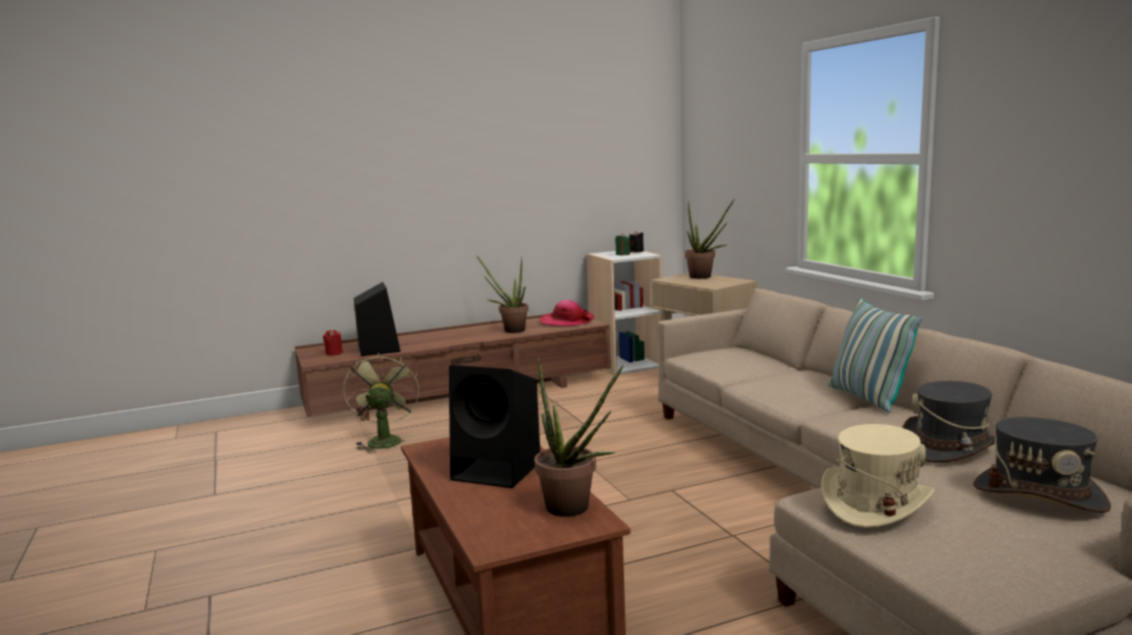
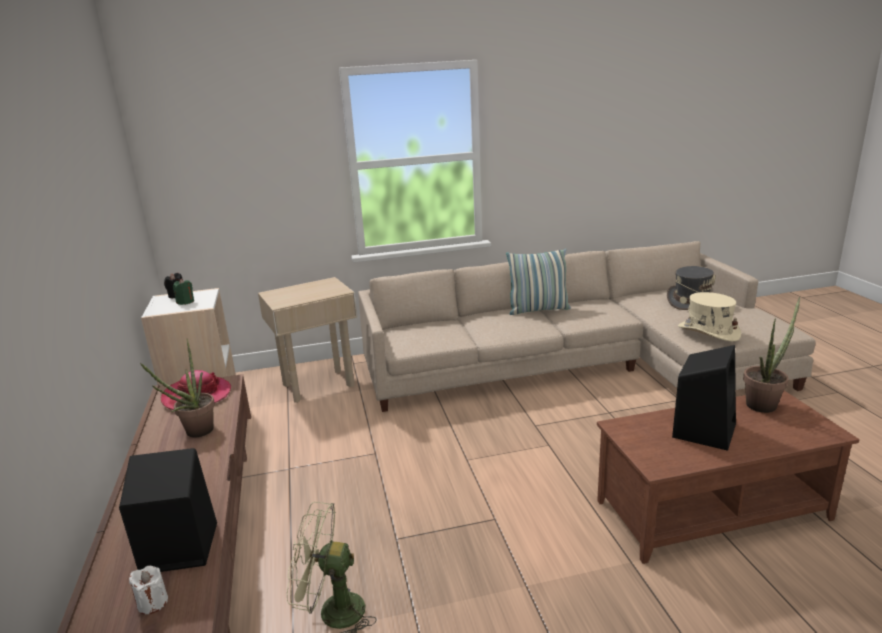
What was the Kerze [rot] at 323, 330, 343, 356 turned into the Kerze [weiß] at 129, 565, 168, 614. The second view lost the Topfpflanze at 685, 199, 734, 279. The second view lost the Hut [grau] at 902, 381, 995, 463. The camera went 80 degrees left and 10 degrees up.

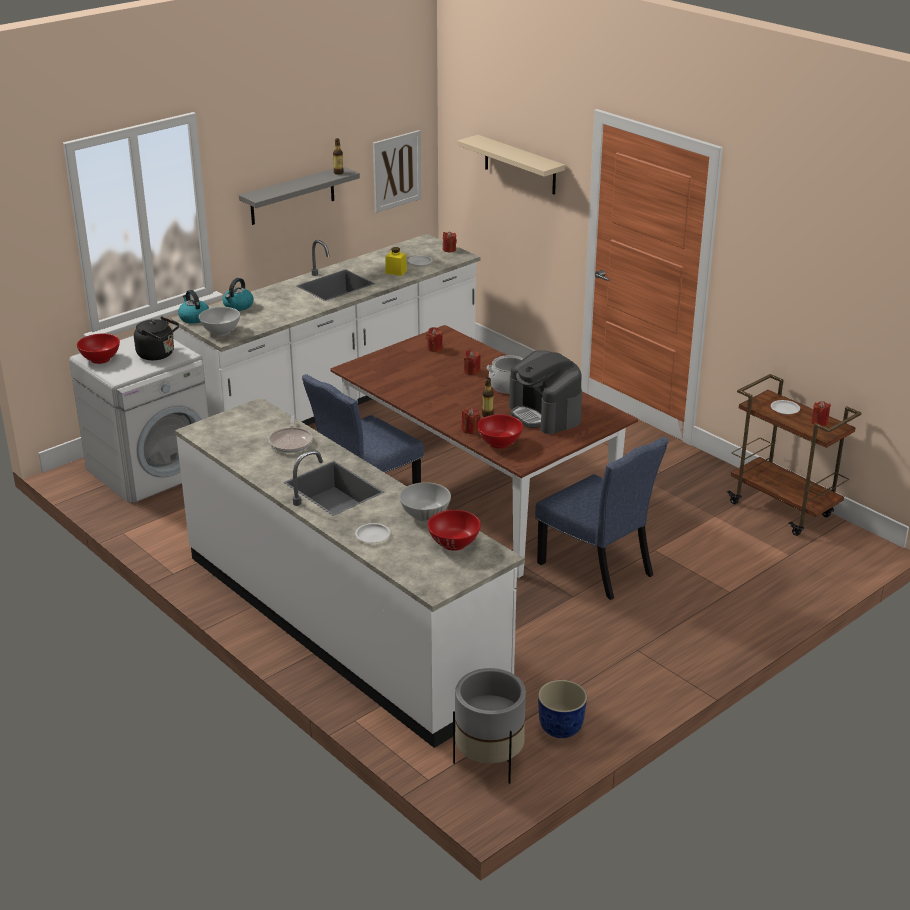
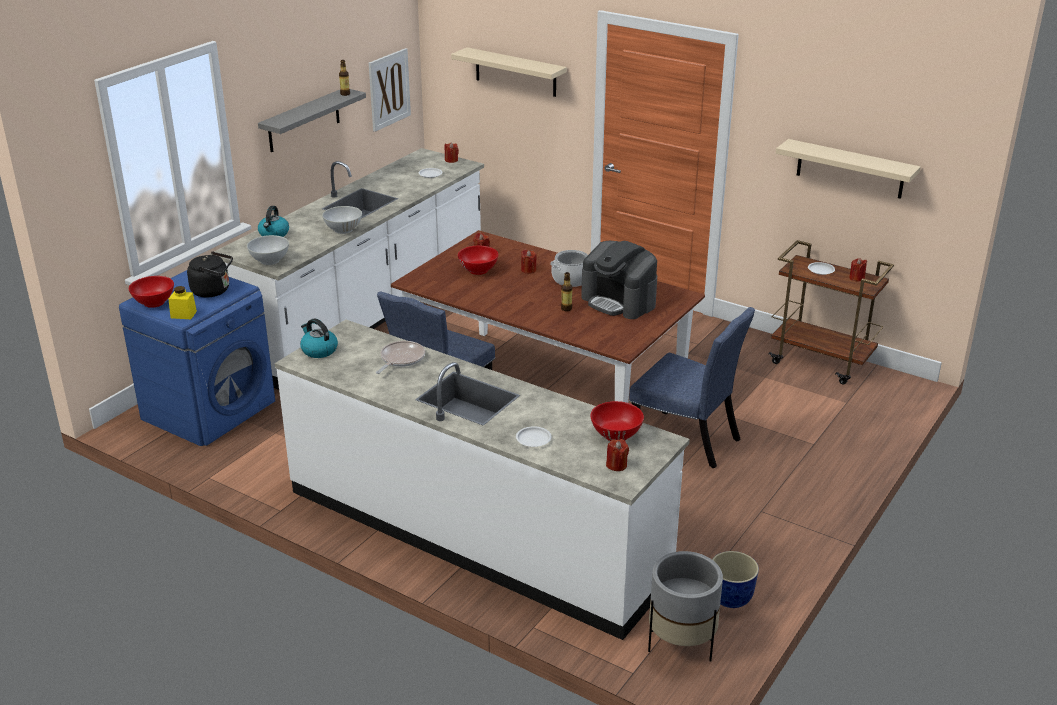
What was the Waschmaschine [weiß] at 69, 336, 209, 503 turned into the Waschmaschine [blau] at 119, 270, 275, 446. The Vorratsglas [gelb] ended up elsewhere, having gone from 385, 247, 407, 276 to 168, 286, 197, 319. The Wasserkessel ended up elsewhere, having gone from 178, 290, 209, 324 to 300, 318, 338, 358. The Schüssel [weiß] ended up elsewhere, having gone from 399, 482, 451, 522 to 322, 206, 362, 234. The Pfanne at 268, 415, 313, 453 ended up facing another way, 135 degrees counterclockwise from before. The Schüssel [rot] ended up elsewhere, having gone from 477, 414, 523, 449 to 458, 246, 499, 275. The Kerze [rot] ended up elsewhere, having gone from 462, 408, 480, 434 to 606, 439, 629, 471. The second view gained the Wandregal [beige] at 776, 139, 921, 199. The camera went 15 degrees left and 0 degrees up.

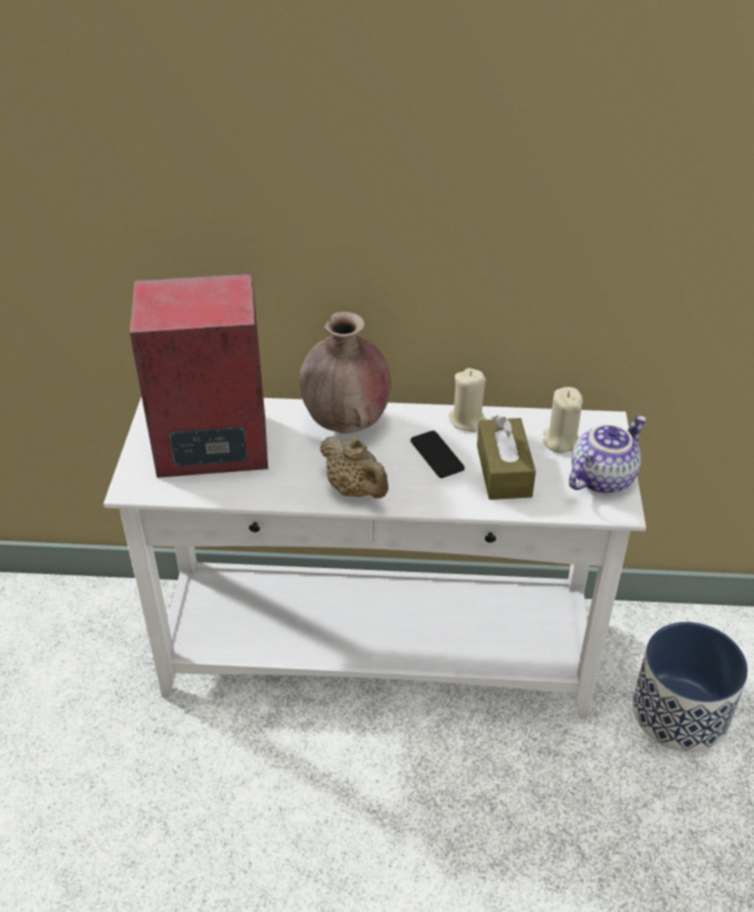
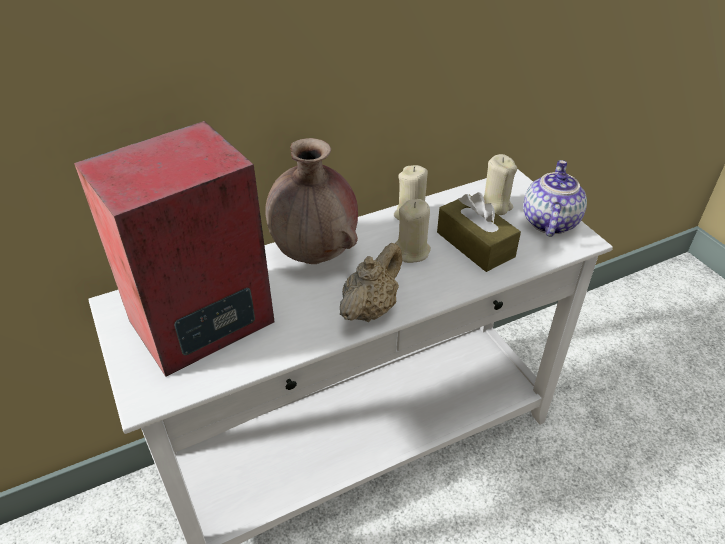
The Teekanne [beige] at 320, 436, 388, 498 ended up facing another way, 75 degrees counterclockwise from before. Where the Handy stood at 411, 431, 465, 478, the Kerze [beige] came to stand at 395, 199, 431, 263. The second view lost the Pflanzkübel at 632, 622, 748, 752. The camera went 30 degrees left and 0 degrees up.

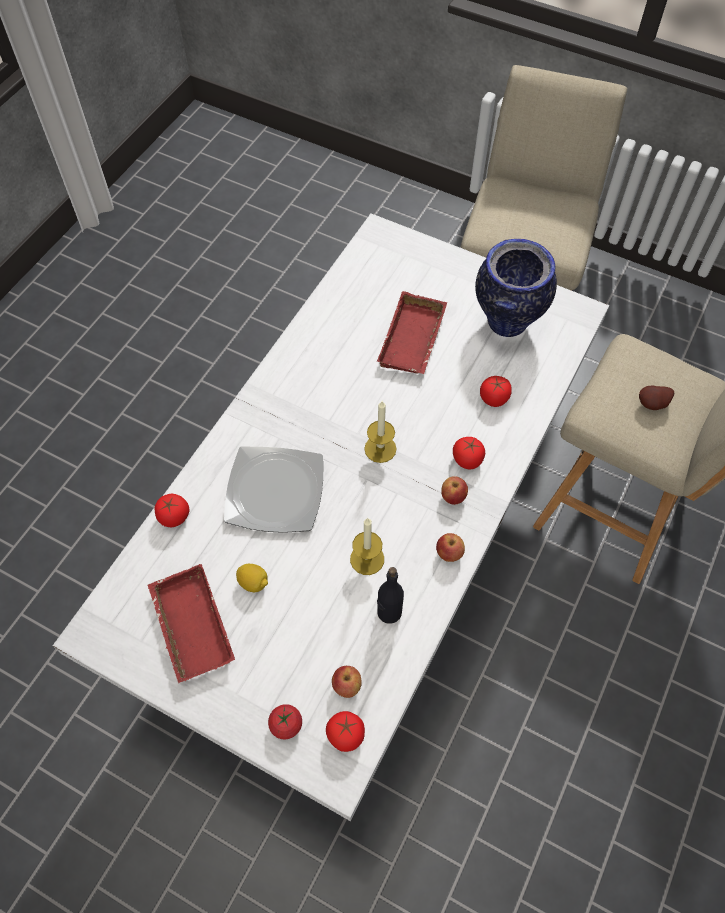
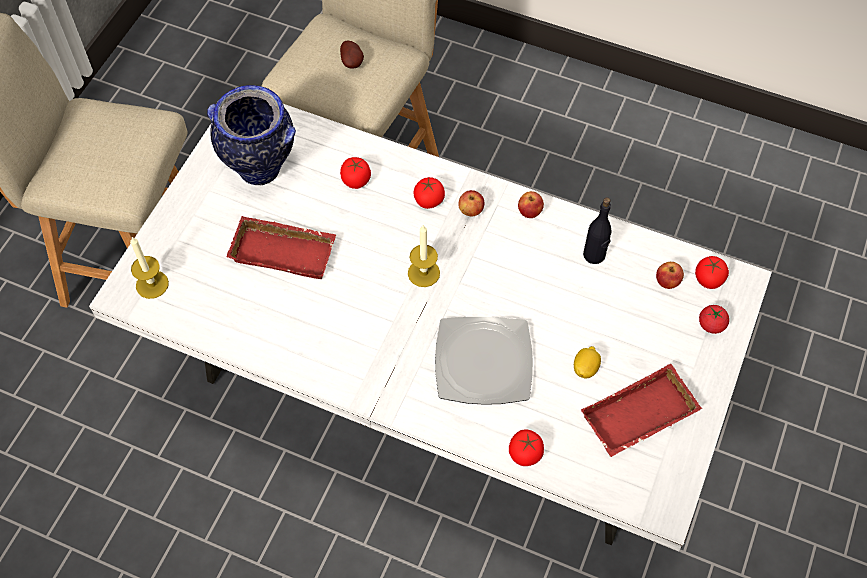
The Kerze ended up elsewhere, having gone from 350, 518, 384, 575 to 130, 237, 169, 299. The camera went 95 degrees left and 0 degrees up.

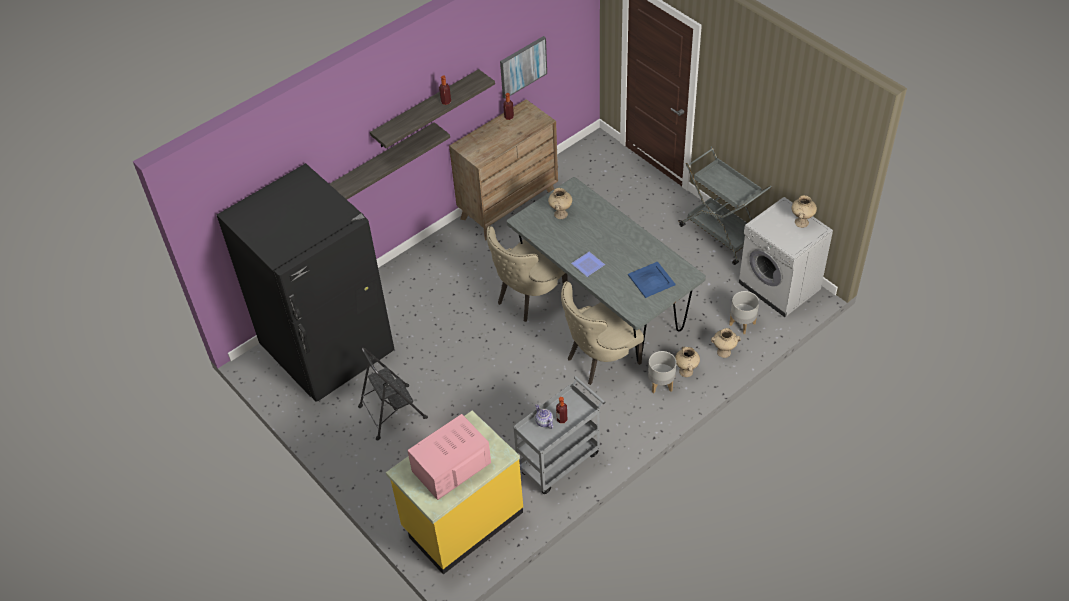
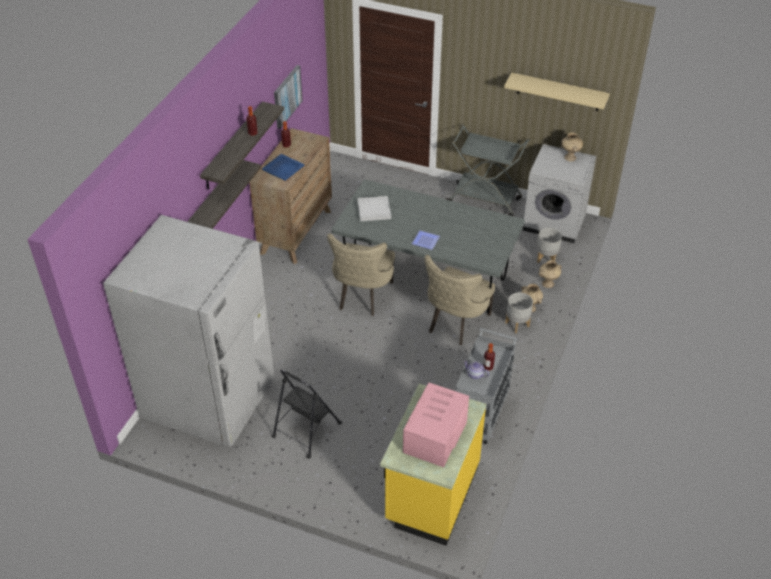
What was the Kühlschrank [schwarz] at 217, 163, 394, 402 turned into the Kühlschrank [weiß] at 103, 215, 274, 447. The Tablett [blau] ended up elsewhere, having gone from 628, 262, 675, 298 to 262, 154, 304, 181. Where the Vase [beige] stood at 548, 188, 572, 219, the Tablett [weiß] came to stand at 357, 196, 391, 221. The second view gained the Wandregal [beige] at 504, 73, 610, 111. The camera went 30 degrees left and 5 degrees down.

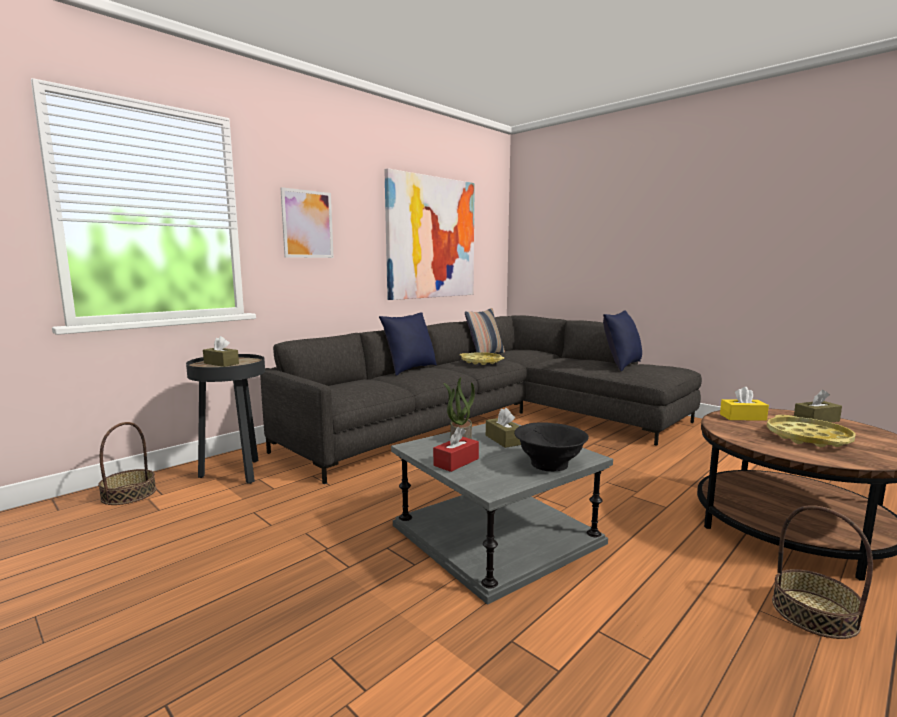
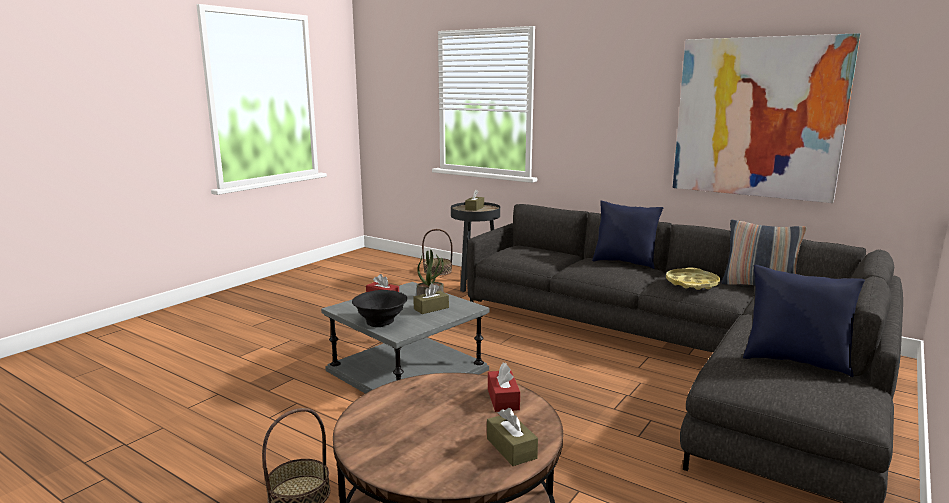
What was the Taschentuchbox [gelb] at 720, 387, 769, 421 turned into the Taschentuchbox [rot] at 488, 363, 520, 412. The second view lost the Bild at 280, 187, 334, 258. The second view lost the Tablett [gelb] at 767, 415, 856, 447. The camera went 80 degrees right and 5 degrees up.

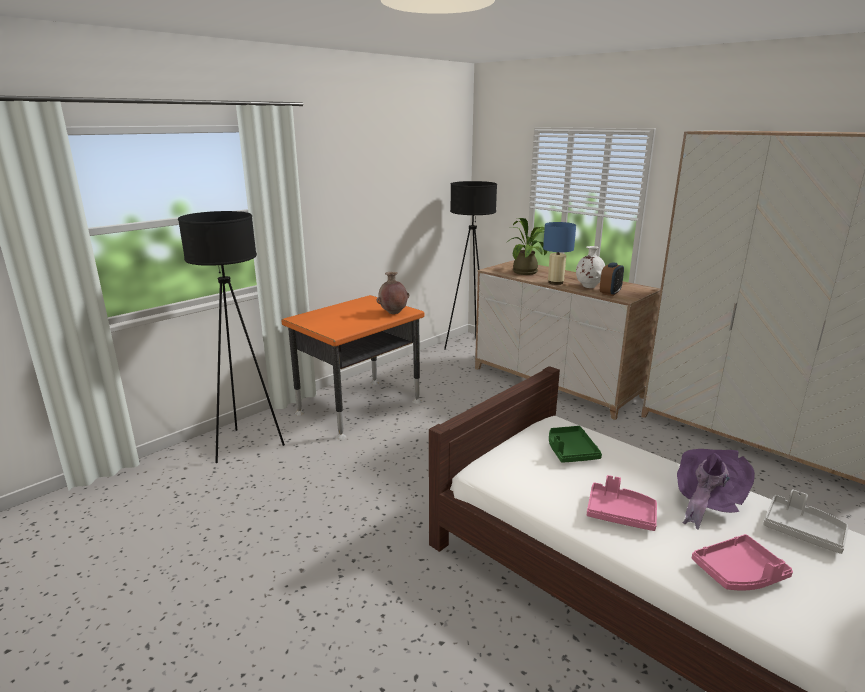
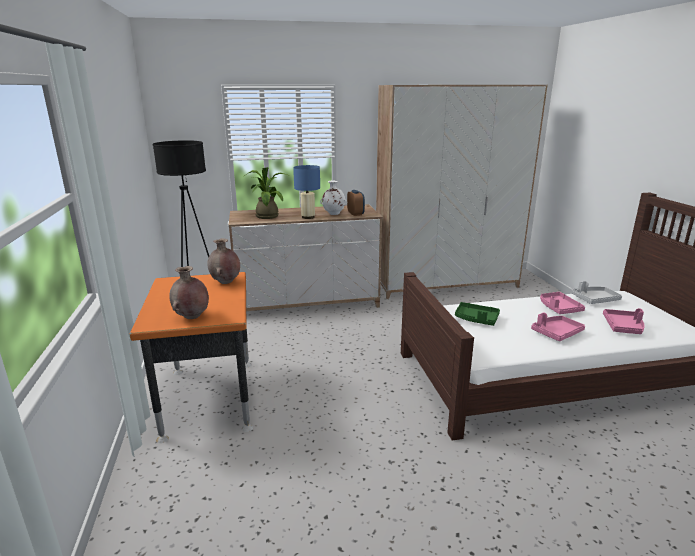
The second view gained the Vase [braun] at 169, 266, 209, 319. Where the Hut [lila] stood at 677, 449, 755, 530, the Tablett [rosa] came to stand at 540, 292, 585, 314. The second view lost the Stehlampe [schwarz] at 178, 211, 285, 463. The camera went 55 degrees left and 0 degrees up.

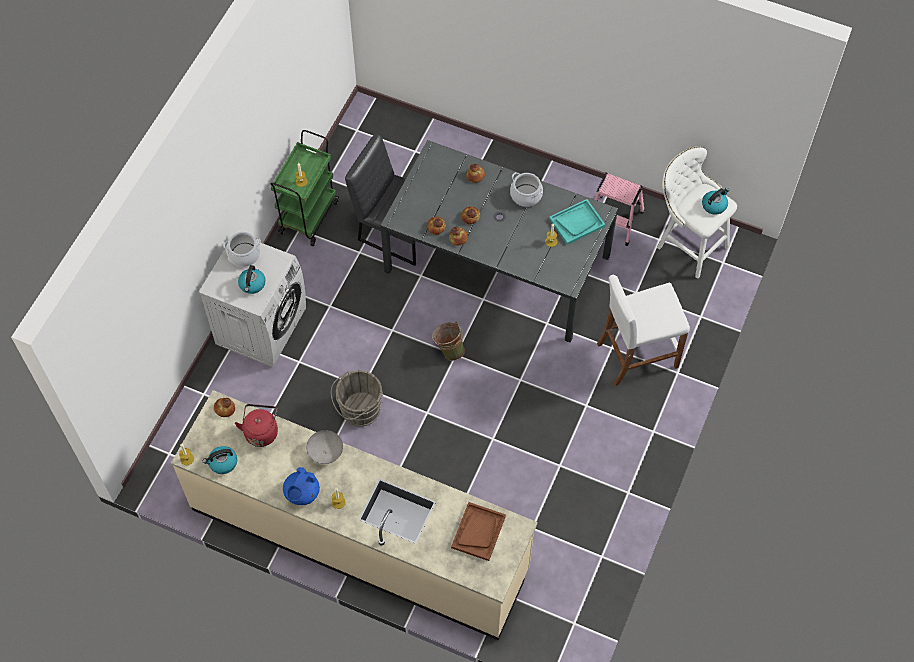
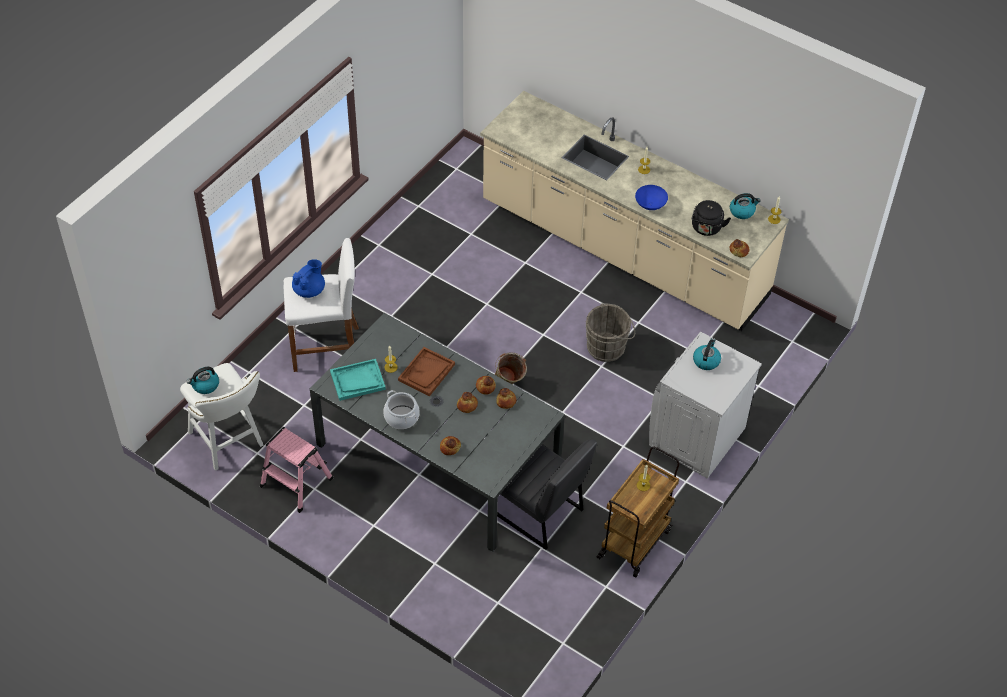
The Teekanne [blau] ended up elsewhere, having gone from 283, 467, 320, 505 to 292, 259, 325, 298. The Tablett [braun] ended up elsewhere, having gone from 451, 502, 506, 561 to 398, 347, 455, 397. What was the Rollwagen [grün] at 271, 130, 339, 246 turned into the Rollwagen [braun] at 597, 447, 679, 577. What was the Schüssel [grau] at 306, 430, 343, 464 turned into the Schüssel [blau] at 635, 185, 668, 210. What was the Wasserkessel [rot] at 235, 404, 278, 447 turned into the Wasserkessel [schwarz] at 691, 200, 731, 236. The second view lost the Kochtopf at 223, 232, 261, 267. The camera went 170 degrees left and 10 degrees down.

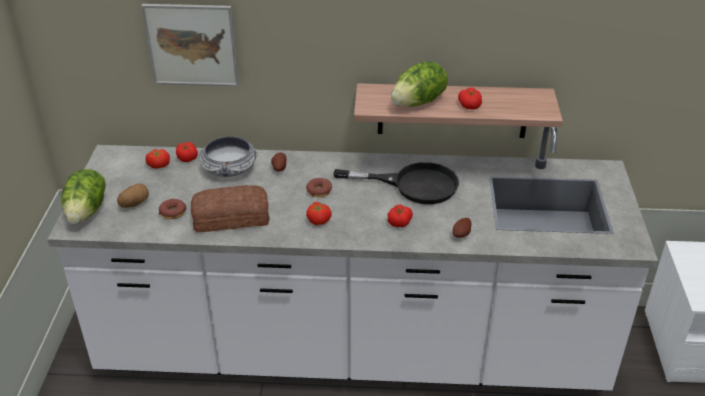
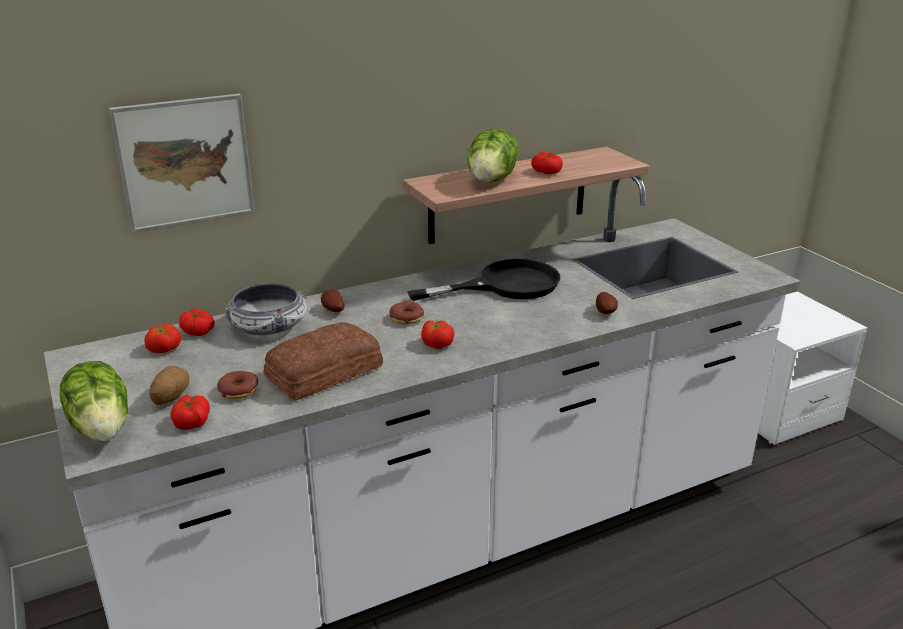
The Tomate ended up elsewhere, having gone from 388, 204, 413, 227 to 171, 395, 210, 430. The camera went 30 degrees left and 10 degrees down.

